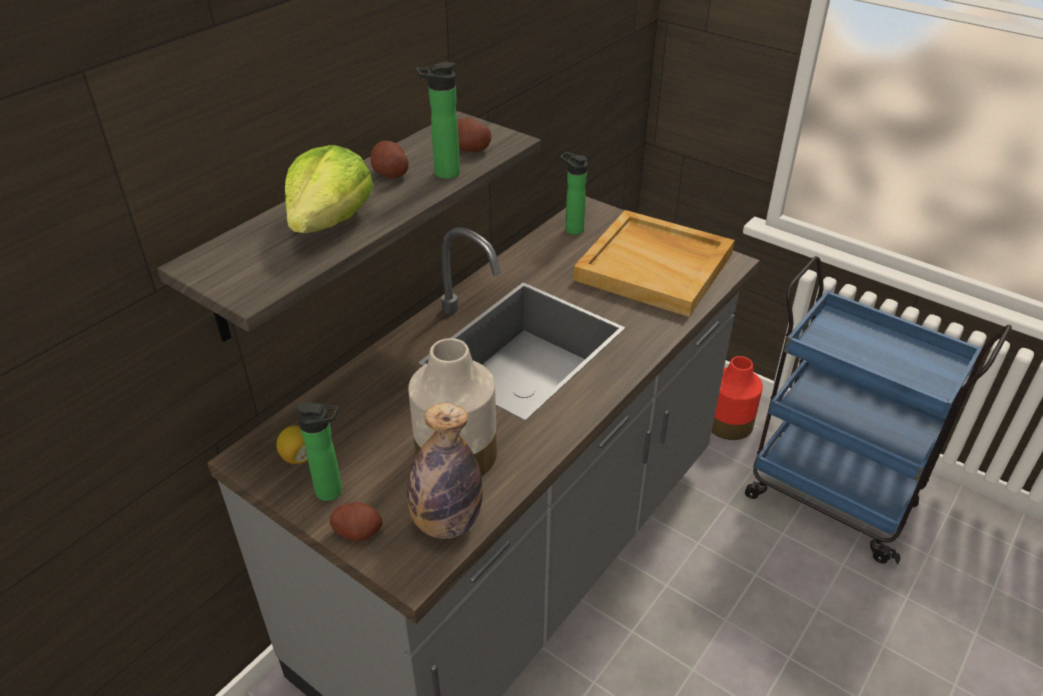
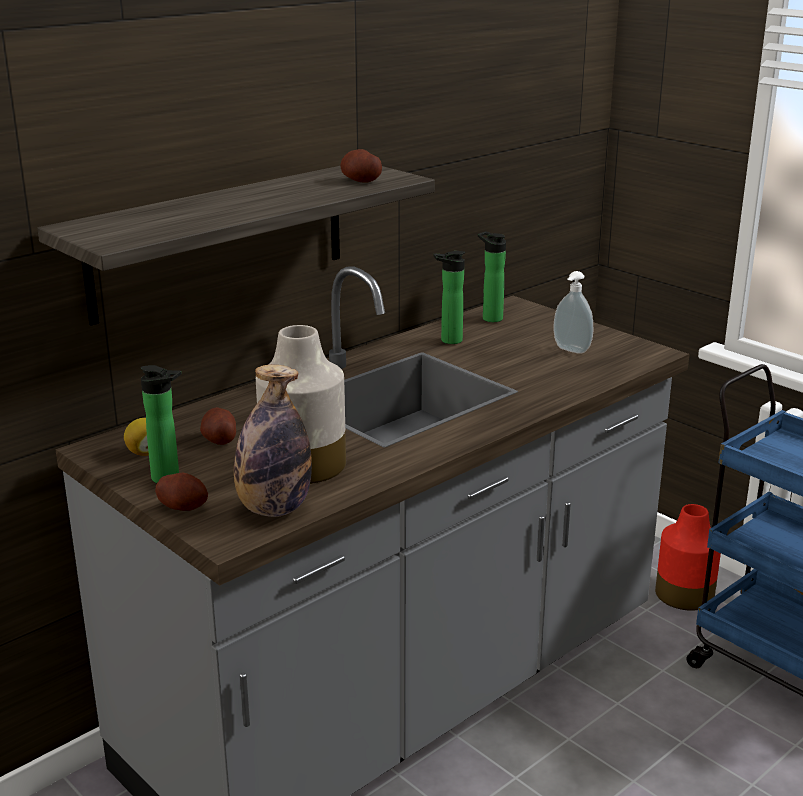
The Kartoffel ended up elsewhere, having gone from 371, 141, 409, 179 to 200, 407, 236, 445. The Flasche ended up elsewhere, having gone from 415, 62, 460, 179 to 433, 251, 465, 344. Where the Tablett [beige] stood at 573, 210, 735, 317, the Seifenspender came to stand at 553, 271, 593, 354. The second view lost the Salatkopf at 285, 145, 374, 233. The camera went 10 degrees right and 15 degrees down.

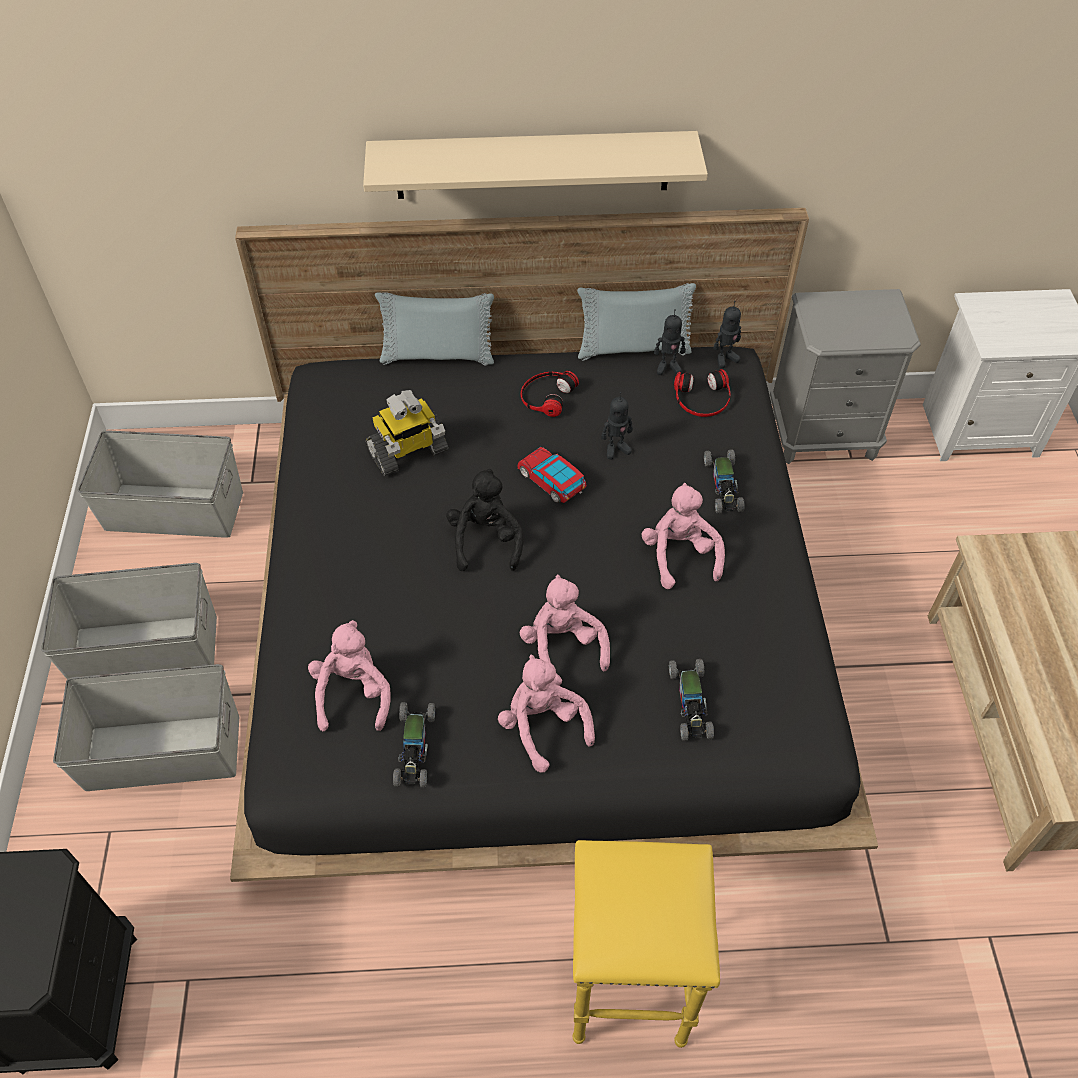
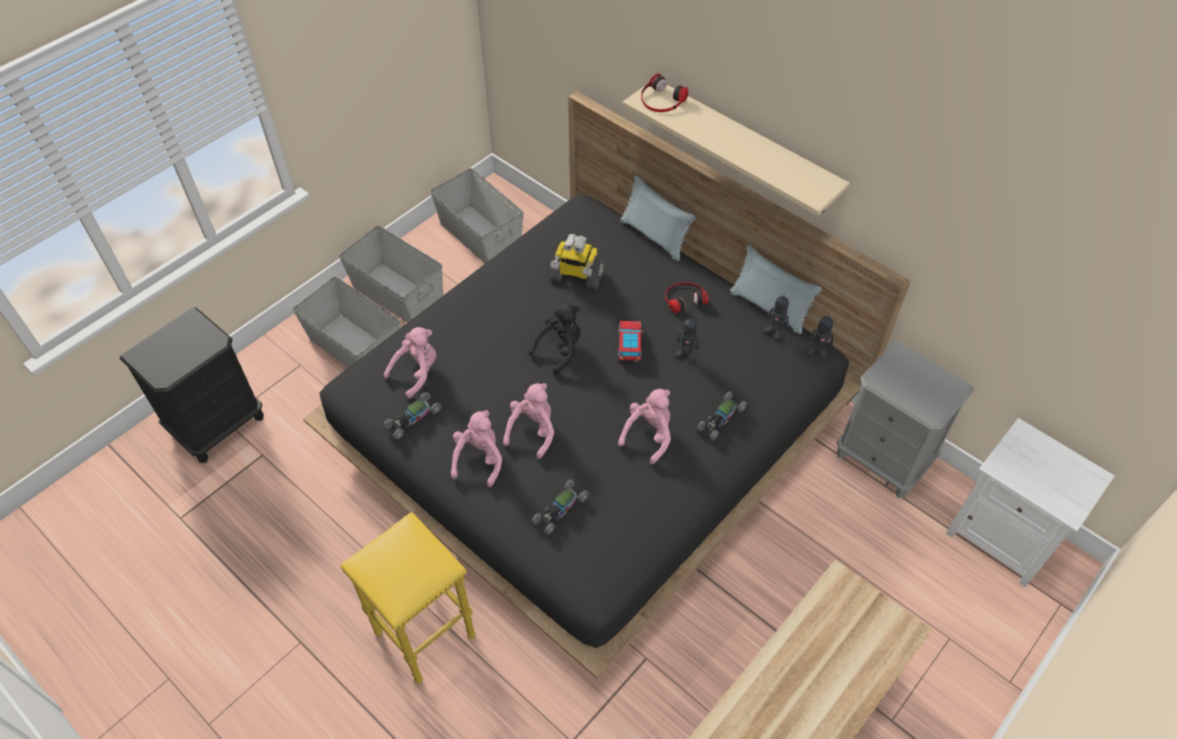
The Kopfhörer ended up elsewhere, having gone from 674, 369, 731, 417 to 641, 73, 688, 112. The camera went 45 degrees right and 0 degrees up.

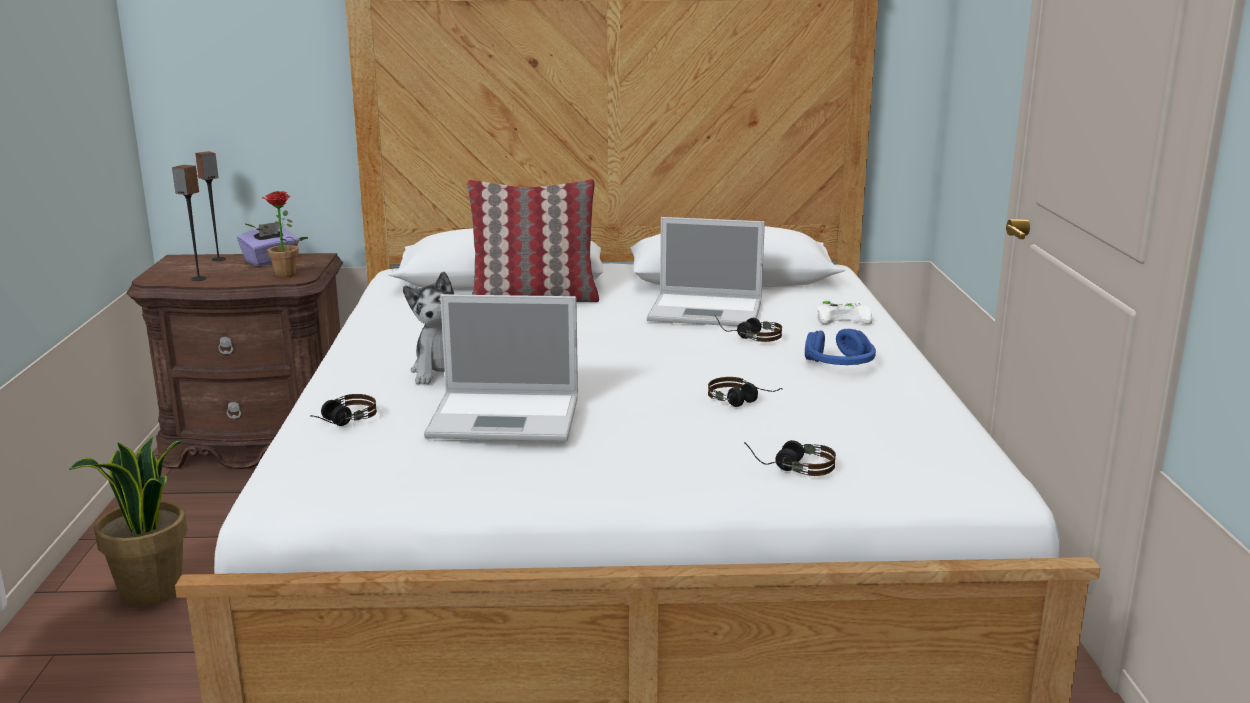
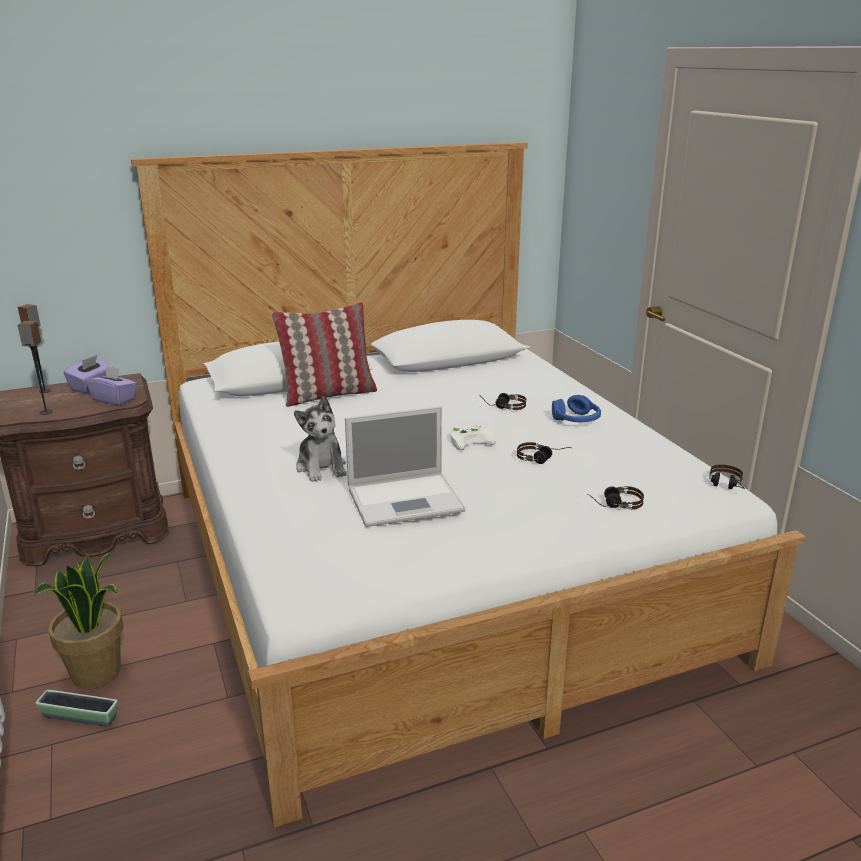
The second view gained the Pflanzkübel at 36, 690, 118, 727. Where the Topfpflanze stood at 246, 191, 308, 277, the Taschentuchbox [lila] came to stand at 86, 366, 137, 406. The Gamepad [weiß] ended up elsewhere, having gone from 817, 299, 872, 325 to 450, 425, 496, 450. The Kopfhörer ended up elsewhere, having gone from 310, 394, 377, 426 to 709, 464, 745, 489. The second view lost the Laptop at 647, 217, 765, 326. The camera went 20 degrees left and 5 degrees up.

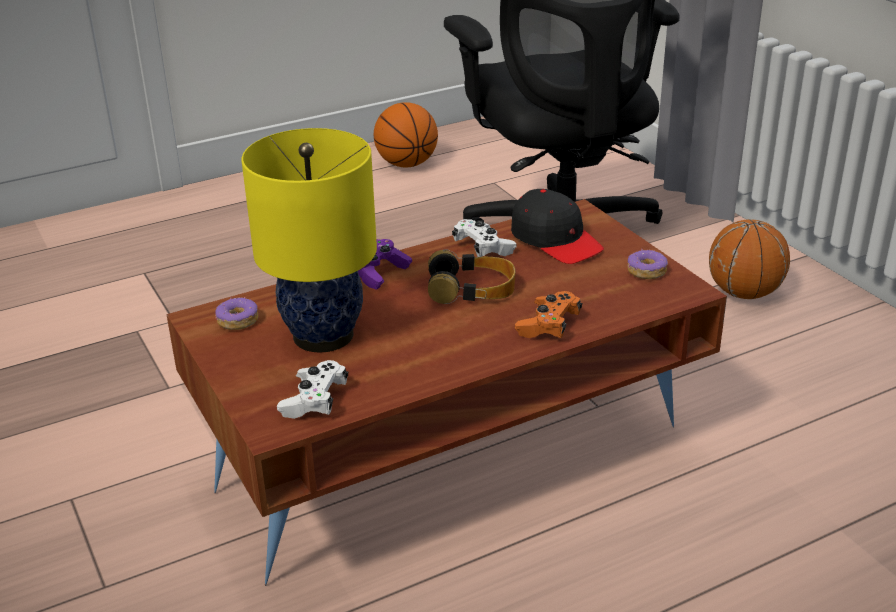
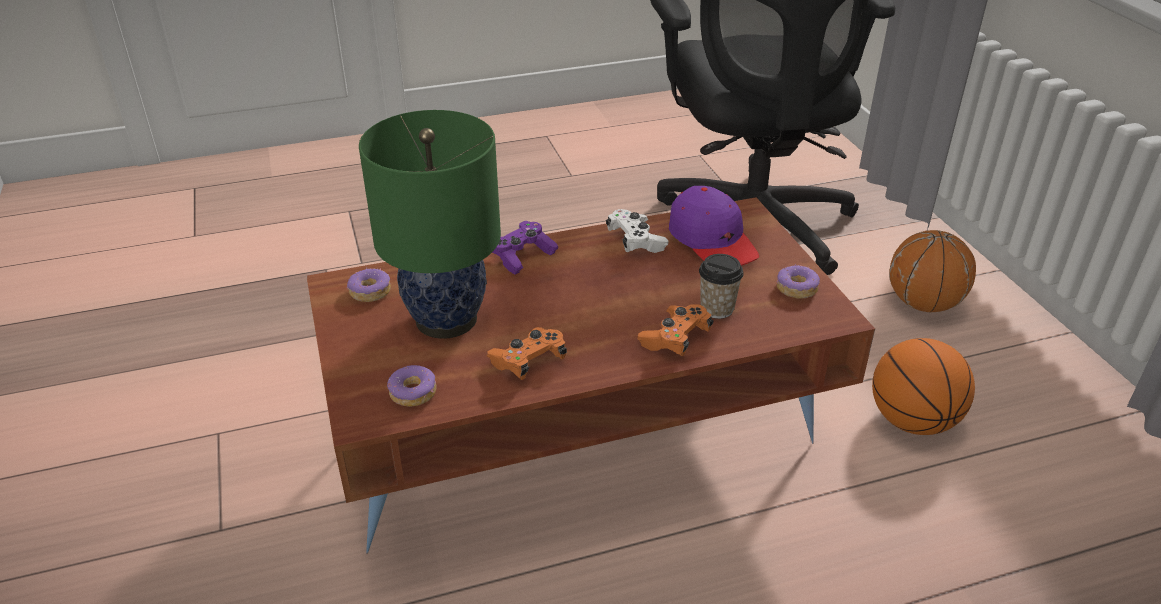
What was the Tischlampe [gelb] at 241, 128, 377, 352 turned into the Tischlampe [grün] at 359, 110, 501, 339. Where the Gamepad [weiß] stood at 277, 360, 348, 419, the Donut came to stand at 387, 365, 436, 407. The second view gained the Gamepad [orange] at 487, 327, 567, 380. What was the Kappe [schwarz] at 511, 189, 604, 264 turned into the Kappe [lila] at 669, 186, 759, 266. The second view gained the Tasse at 699, 254, 744, 319. The Basketball ended up elsewhere, having gone from 374, 102, 438, 167 to 872, 338, 975, 435. The second view lost the Kopfhörer at 428, 250, 515, 304. The camera went 10 degrees right and 5 degrees up.

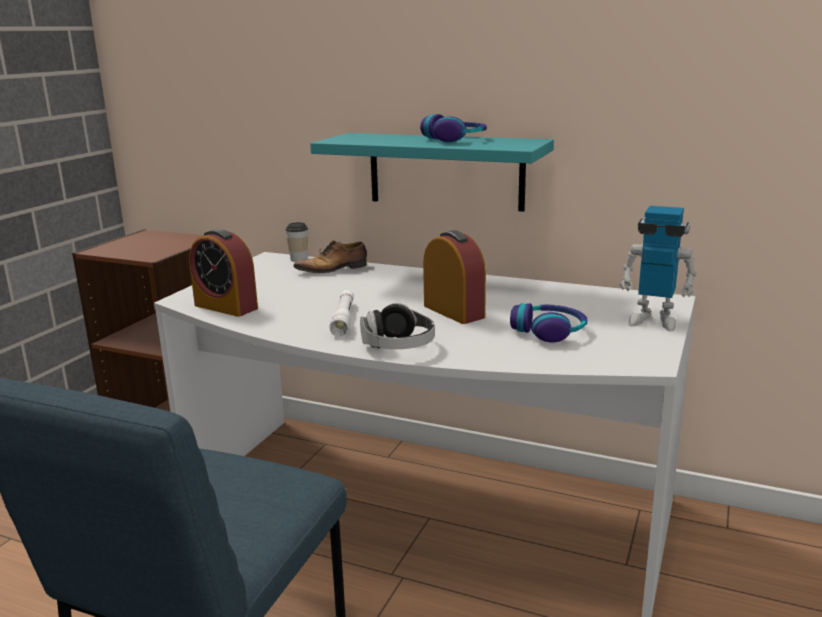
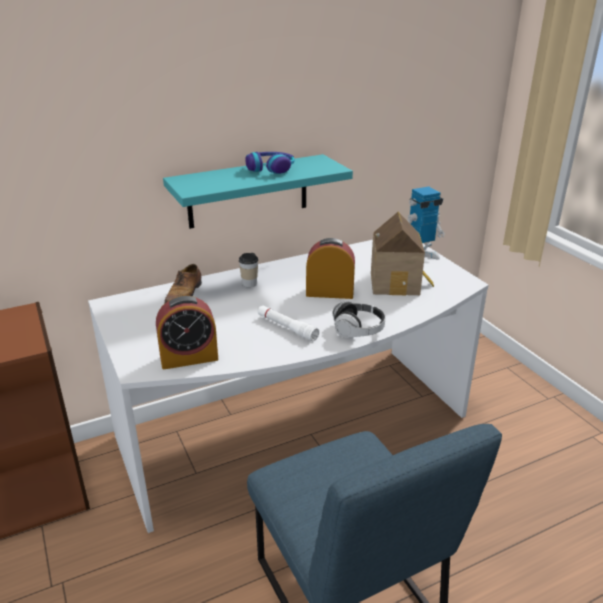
The Tasse ended up elsewhere, having gone from 285, 222, 308, 262 to 239, 253, 258, 288. Where the Kopfhörer stood at 510, 303, 588, 343, the Spielzeughaus came to stand at 371, 212, 434, 295. The camera went 50 degrees left and 10 degrees up.

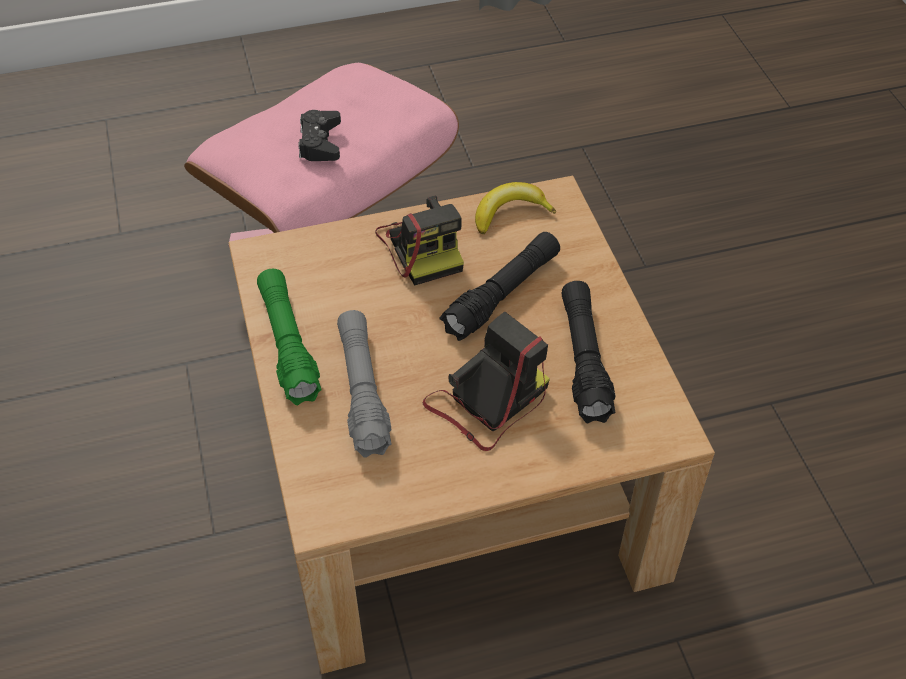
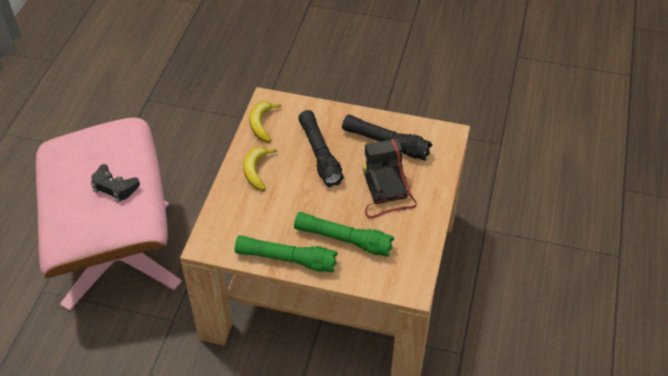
Where the Kamera stood at 376, 196, 464, 285, the Banane came to stand at 243, 146, 278, 191. What was the Taschenlampe [grau] at 337, 310, 392, 458 turned into the Taschenlampe [grün] at 294, 212, 394, 257. The camera went 60 degrees left and 0 degrees up.

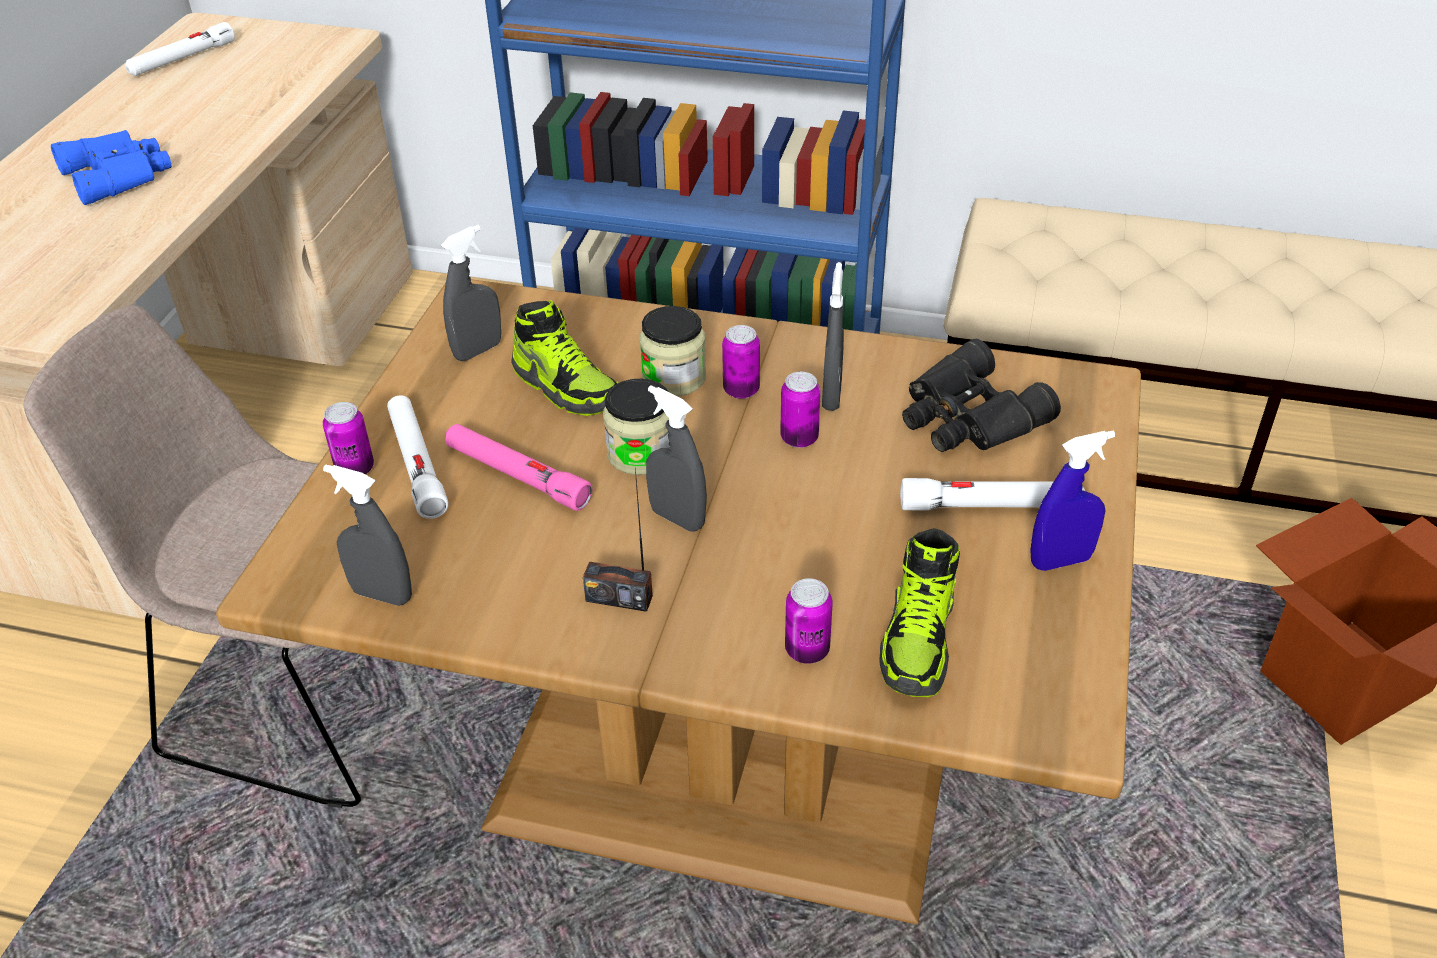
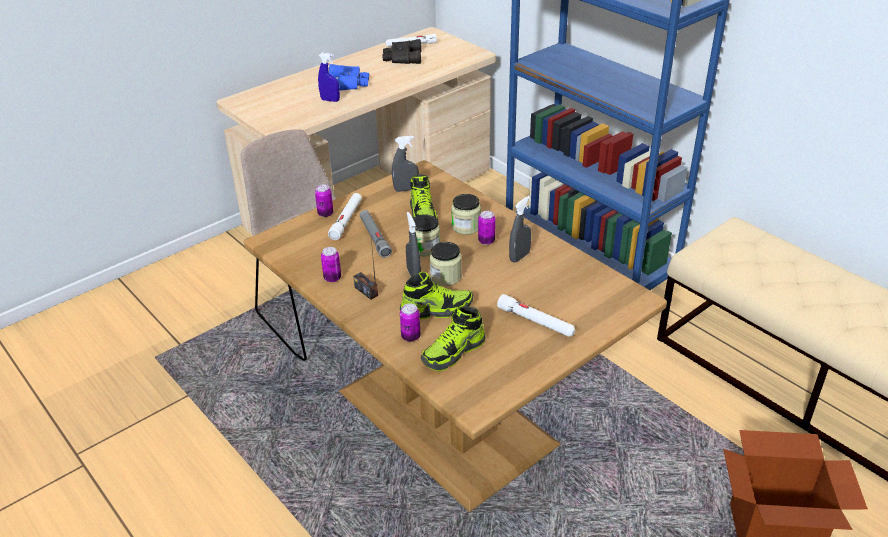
The Sprühflasche [blau] ended up elsewhere, having gone from 1030, 431, 1115, 571 to 318, 53, 340, 102. The Dose ended up elsewhere, having gone from 780, 372, 821, 448 to 321, 247, 341, 282. What was the Taschenlampe [rosa] at 445, 424, 592, 511 turned into the Taschenlampe [grau] at 360, 210, 392, 258. The Fernglas [schwarz] ended up elsewhere, having gone from 902, 339, 1061, 452 to 382, 39, 421, 64. The second view gained the Schuh at 400, 272, 473, 319. The second view gained the Vorratsglas at 430, 242, 462, 286. The second view lost the Sprühflasche [grau] at 323, 464, 412, 606. The camera went 35 degrees right and 5 degrees down.

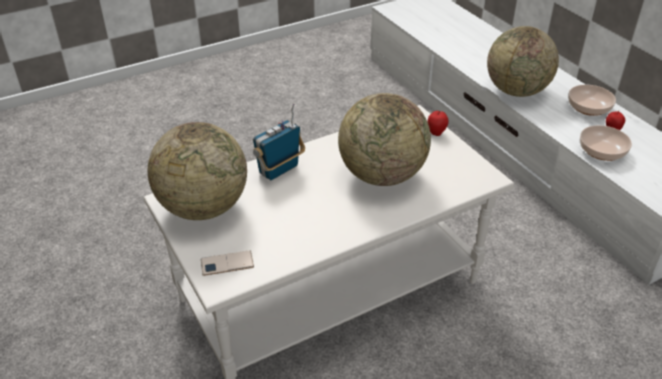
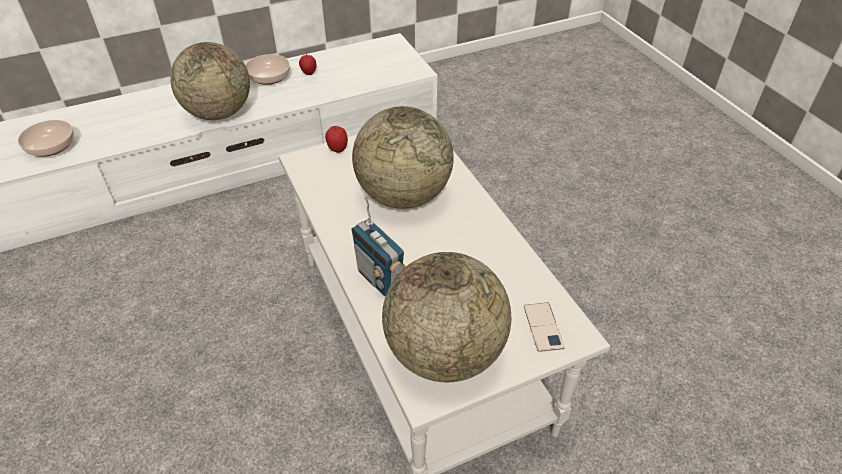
The Schüssel ended up elsewhere, having gone from 580, 125, 632, 161 to 18, 120, 74, 157. The camera went 85 degrees left and 5 degrees up.

